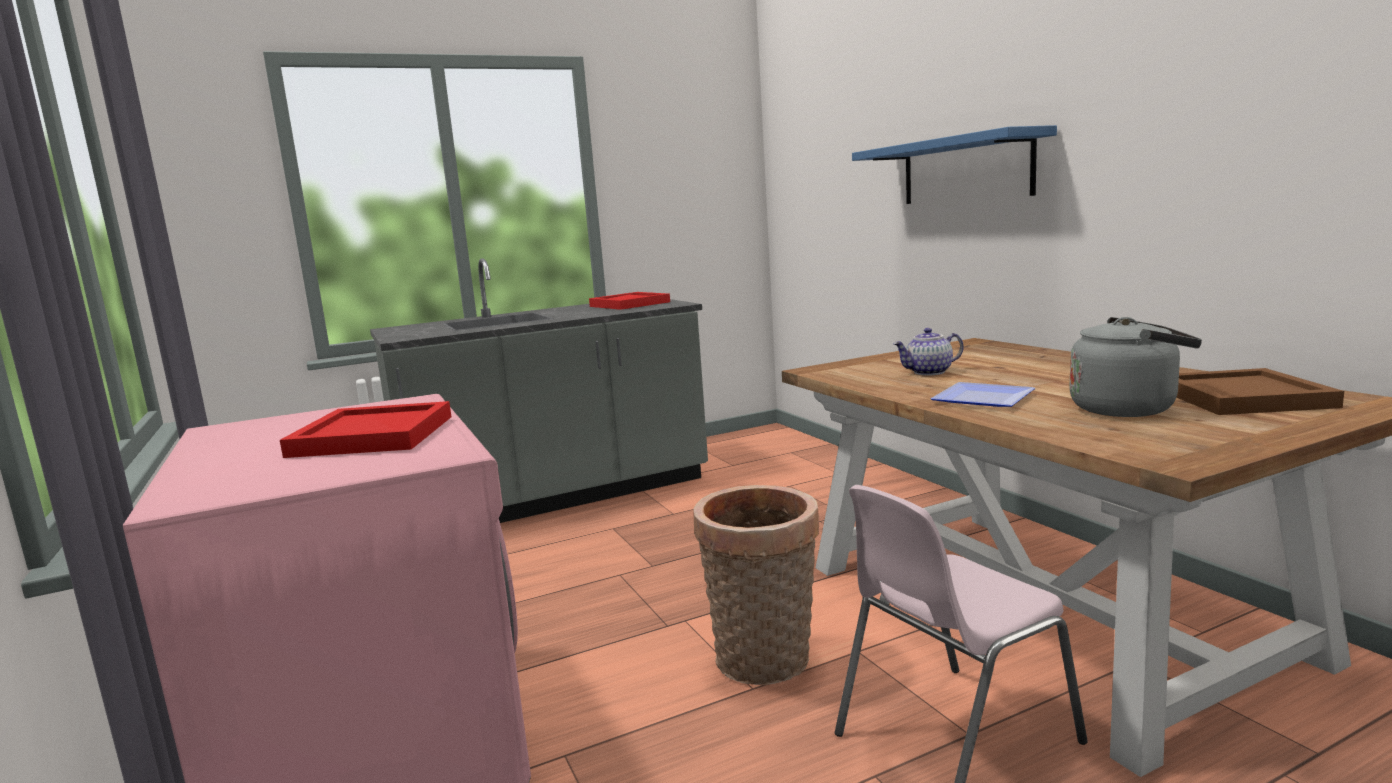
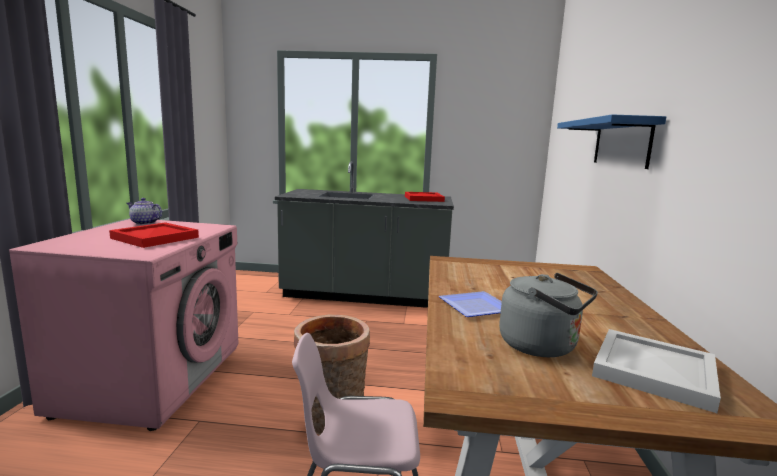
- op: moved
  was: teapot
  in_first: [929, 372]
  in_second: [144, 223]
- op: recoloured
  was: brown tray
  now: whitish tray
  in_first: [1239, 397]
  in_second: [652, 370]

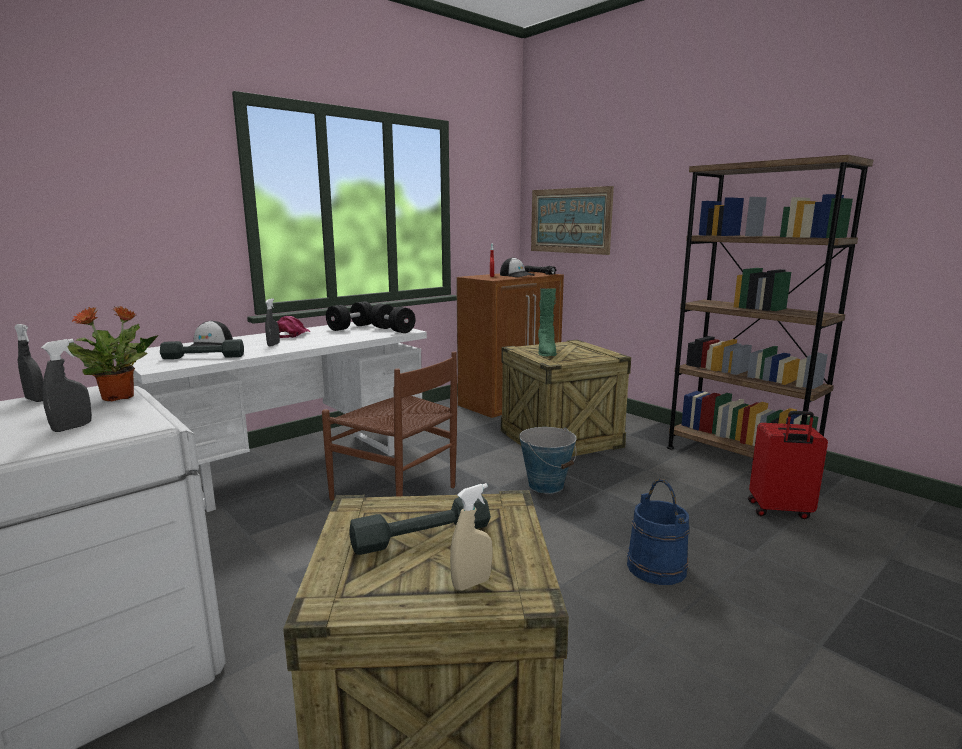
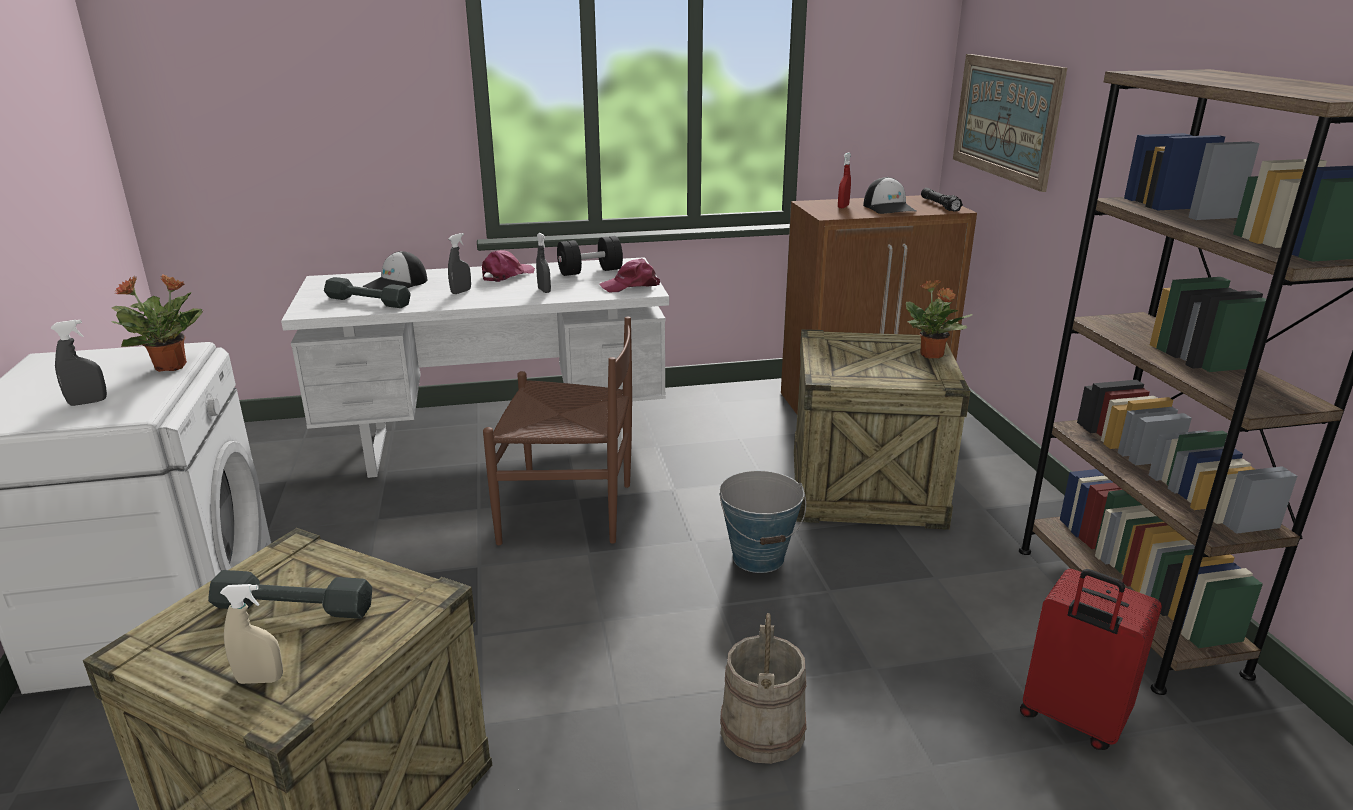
- op: turned
  was: brown plain chair
  in_first: [397, 492]
  in_second: [569, 511]
  clockwise: -60
- op: moved
  was: grey hand sprayer
  in_first: [36, 400]
  in_second: [544, 290]
- op: replaced
  was: black-coloured hand weight
  now: pink baseball cap
  in_first: [392, 330]
  in_second: [631, 286]
- op: recoloured
  was: blue-coloured bucket
  now: beige bucket
  in_first: [657, 567]
  in_second: [763, 730]
- op: added
  now: plant in a pot
  in_second: [932, 355]
- op: removed
  was: green boot
  in_first: [546, 352]

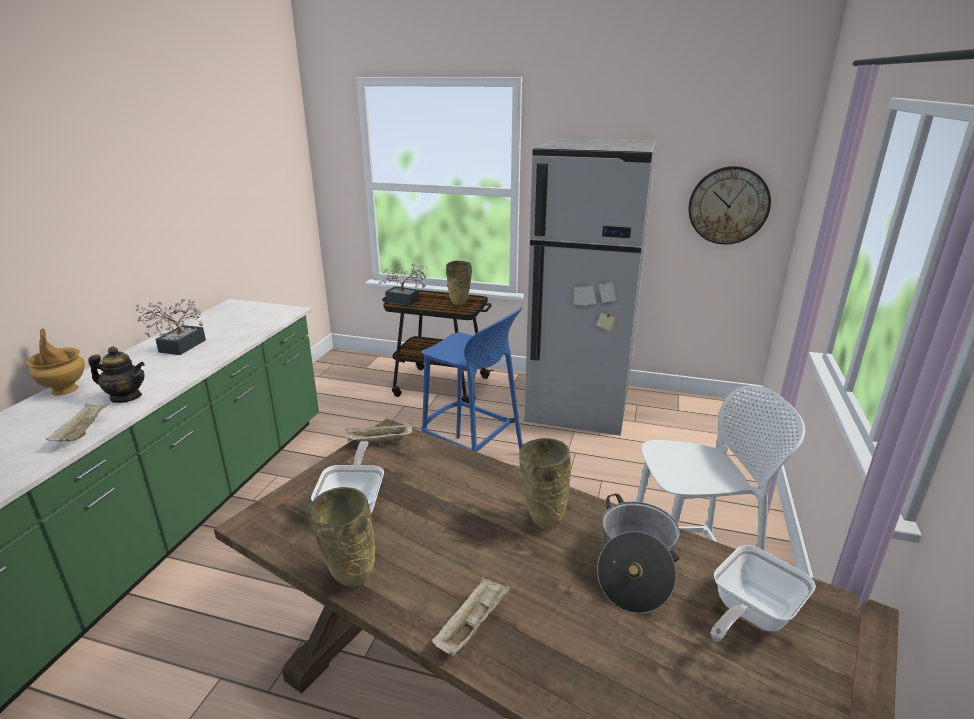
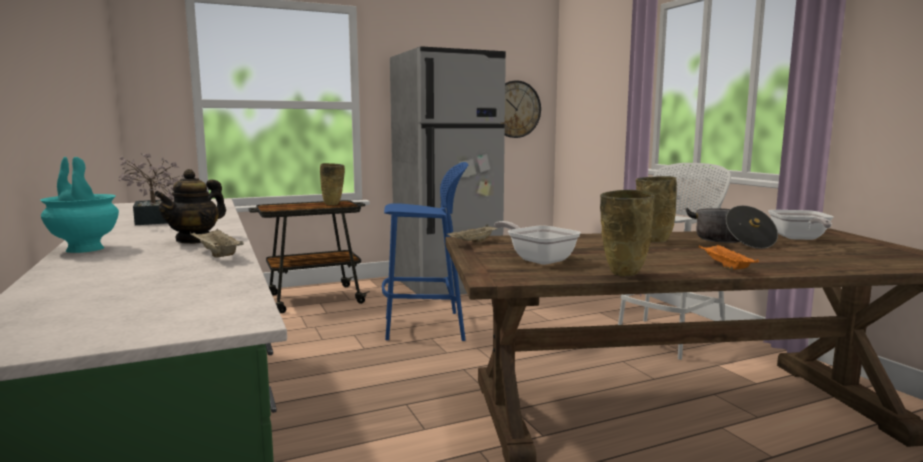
- op: recoloured
  was: brown decorative vase
  now: blue-green decorative vase
  in_first: [64, 389]
  in_second: [84, 249]
- op: turned
  was: teapot
  in_first: [126, 397]
  in_second: [195, 240]
  clockwise: 150
- op: recoloured
  was: beige tray
  now: orange-coloured tray
  in_first: [472, 625]
  in_second: [724, 266]
- op: removed
  was: plant in a pot
  in_first: [405, 301]

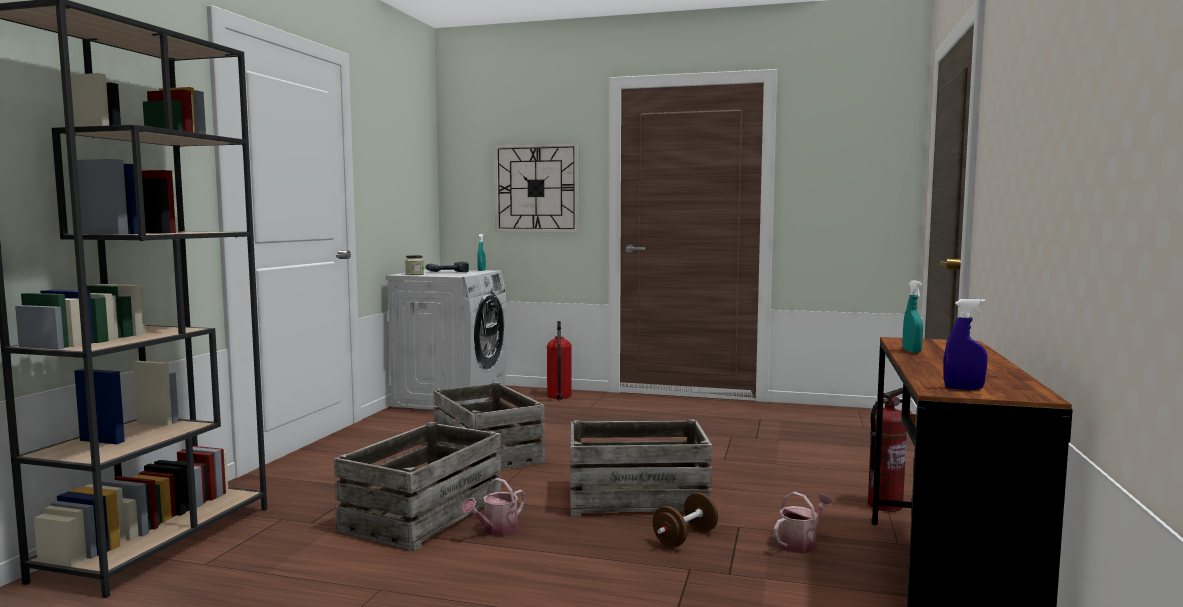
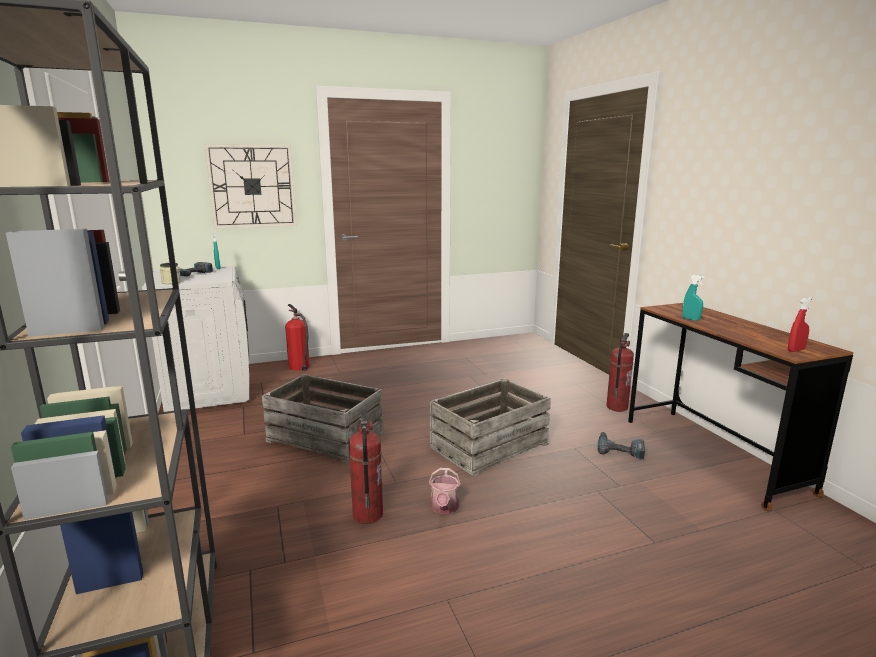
- op: replaced
  was: shipping crate
  now: fire-fighting cylinder
  in_first: [422, 514]
  in_second: [367, 515]
- op: replaced
  was: watering can
  now: electric drill
  in_first: [801, 543]
  in_second: [620, 449]
- op: recoloured
  was: blue-coloured hand sprayer
  now: red hand sprayer
  in_first: [963, 389]
  in_second: [796, 350]
- op: removed
  was: brown hand weight
  in_first: [685, 538]

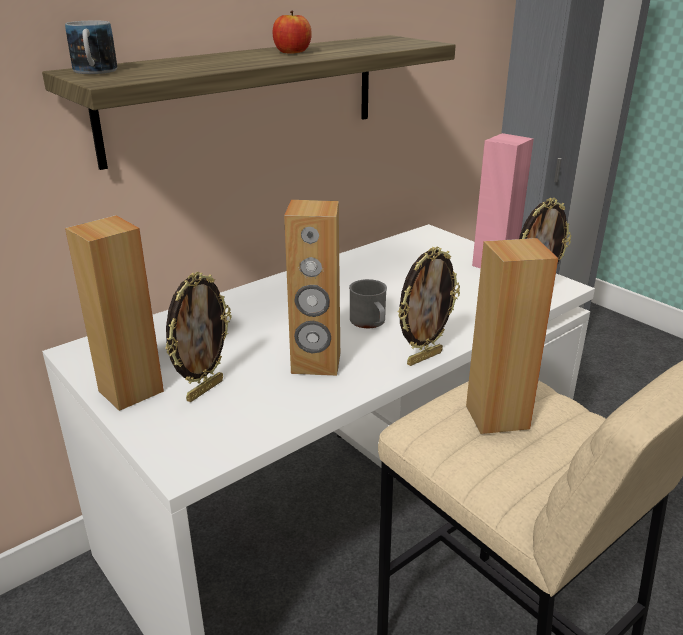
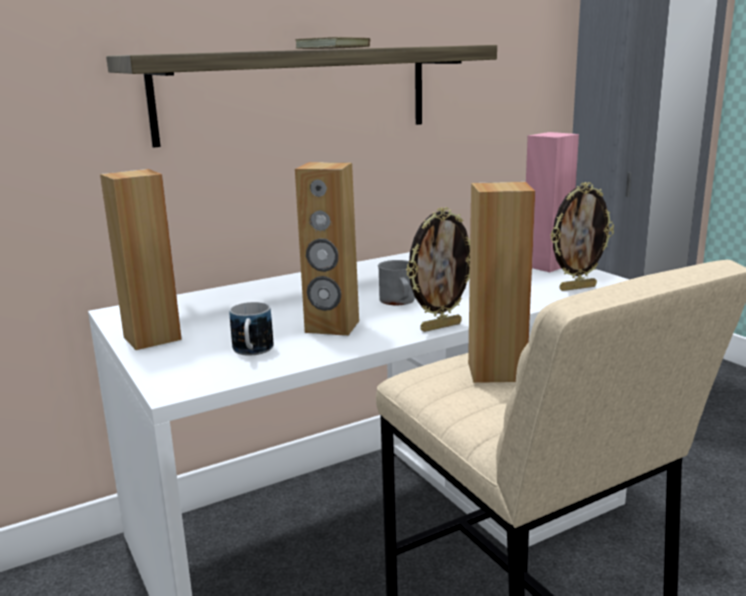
- op: moved
  was: tea mug
  in_first: [94, 72]
  in_second: [252, 351]
- op: replaced
  was: apple
  now: brown book
  in_first: [292, 52]
  in_second: [334, 48]
- op: removed
  was: standing frame
  in_first: [204, 390]

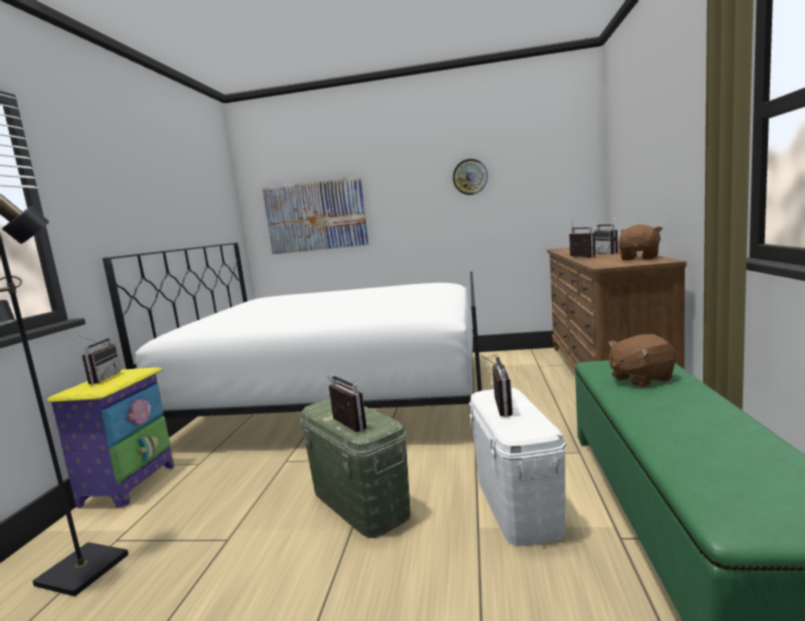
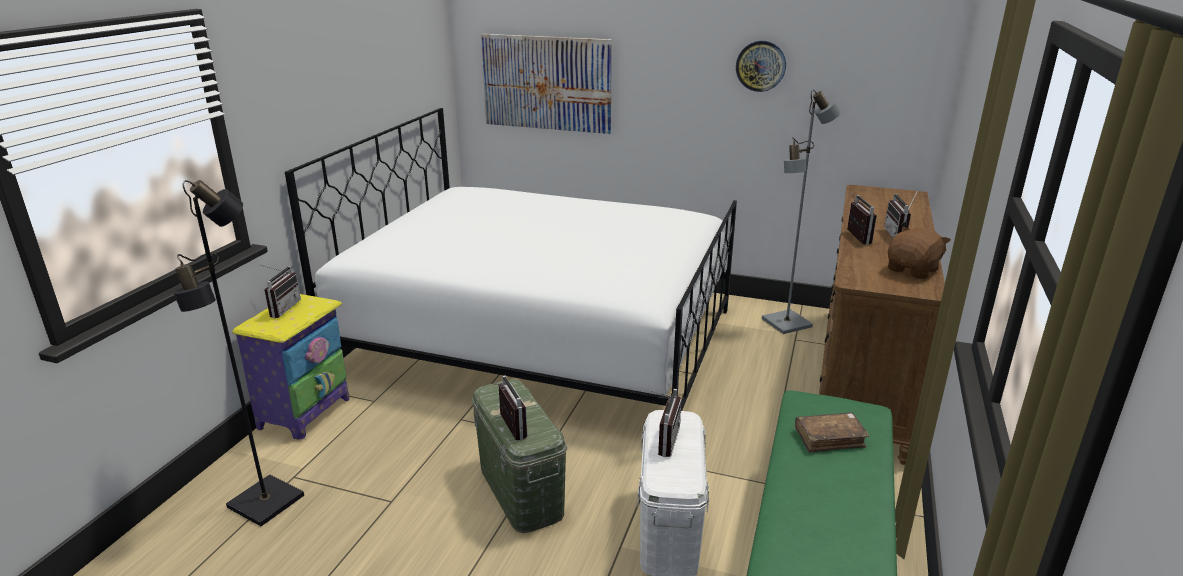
- op: added
  now: grey floor lamp
  in_second: [786, 323]
- op: replaced
  was: brown soft toy
  now: brown book
  in_first: [640, 379]
  in_second: [829, 438]

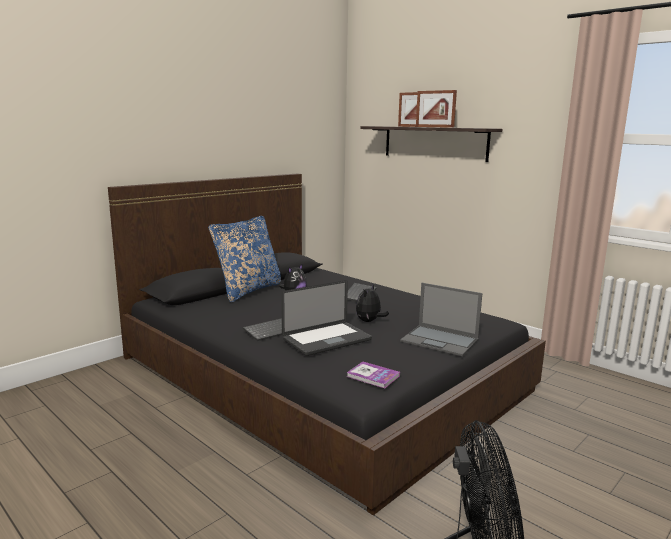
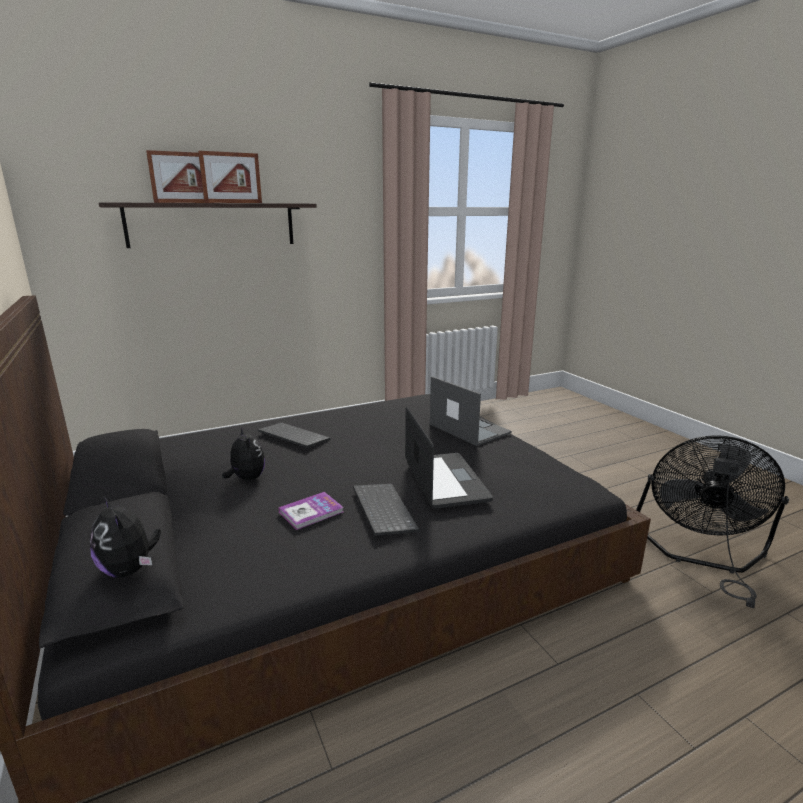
- op: moved
  was: soft toy
  in_first: [369, 321]
  in_second: [130, 570]
- op: moved
  was: book
  in_first: [373, 376]
  in_second: [311, 512]
- op: turned
  was: notebook computer
  in_first: [440, 341]
  in_second: [468, 428]
  clockwise: -90
- op: removed
  was: blue-coloured throw pillow
  in_first: [249, 291]

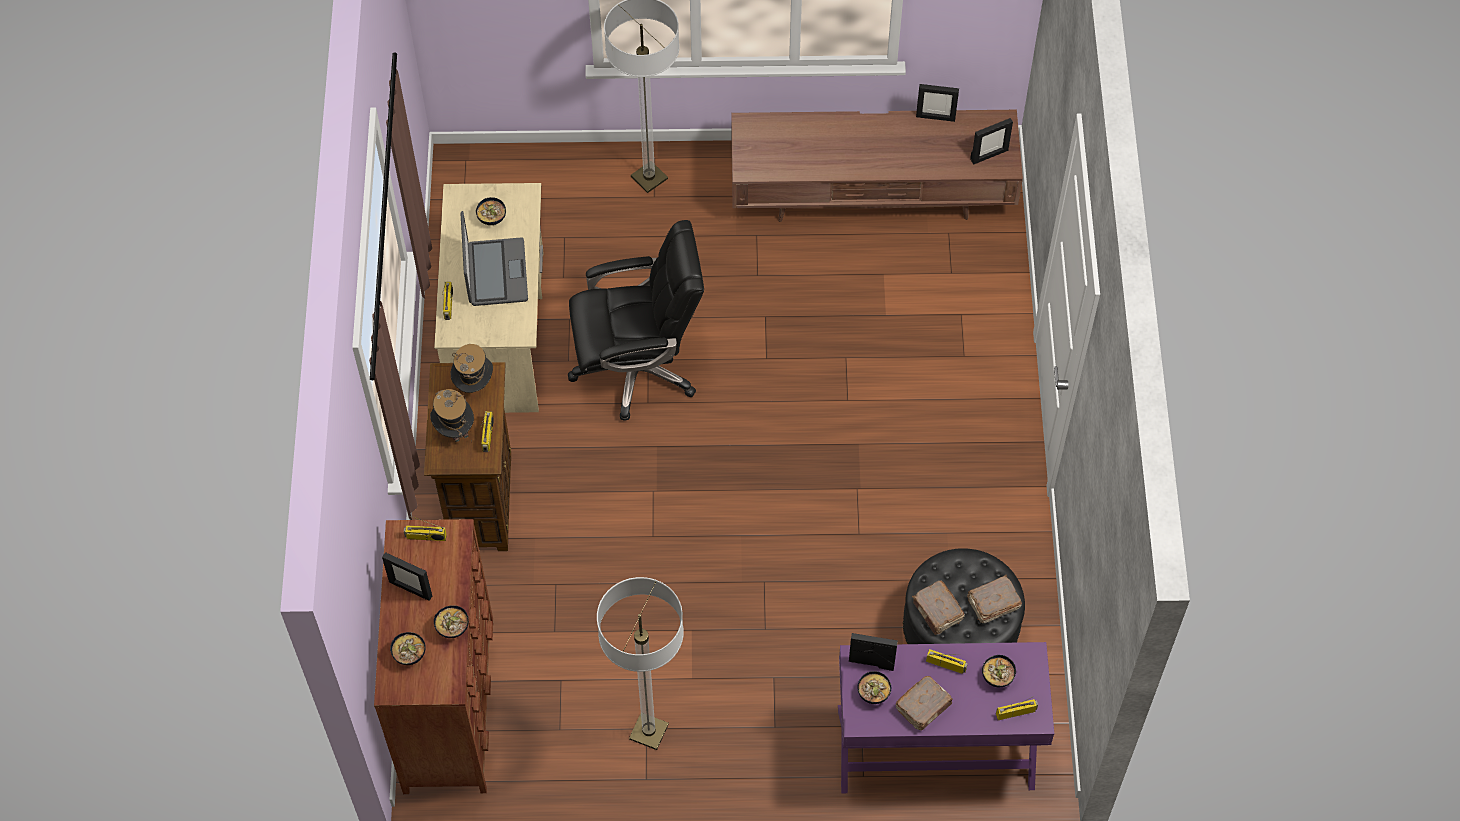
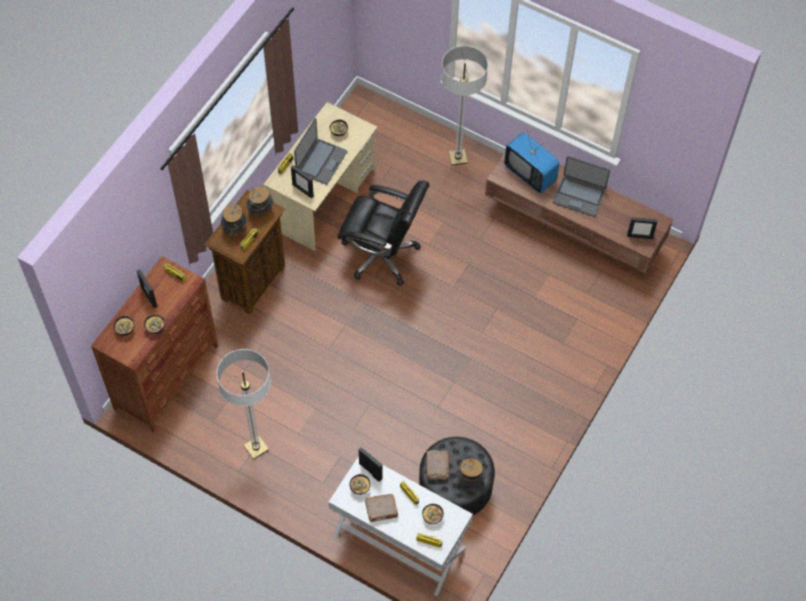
- op: moved
  was: standing frame
  in_first: [935, 116]
  in_second: [303, 190]
- op: recoloured
  was: purplish console table
  now: whitish console table
  in_first: [935, 748]
  in_second: [399, 543]
- op: replaced
  was: brown book
  now: hat
  in_first: [992, 604]
  in_second: [470, 480]
- op: added
  now: TV set
  in_second: [530, 174]
- op: added
  now: notebook computer
  in_second: [579, 196]

